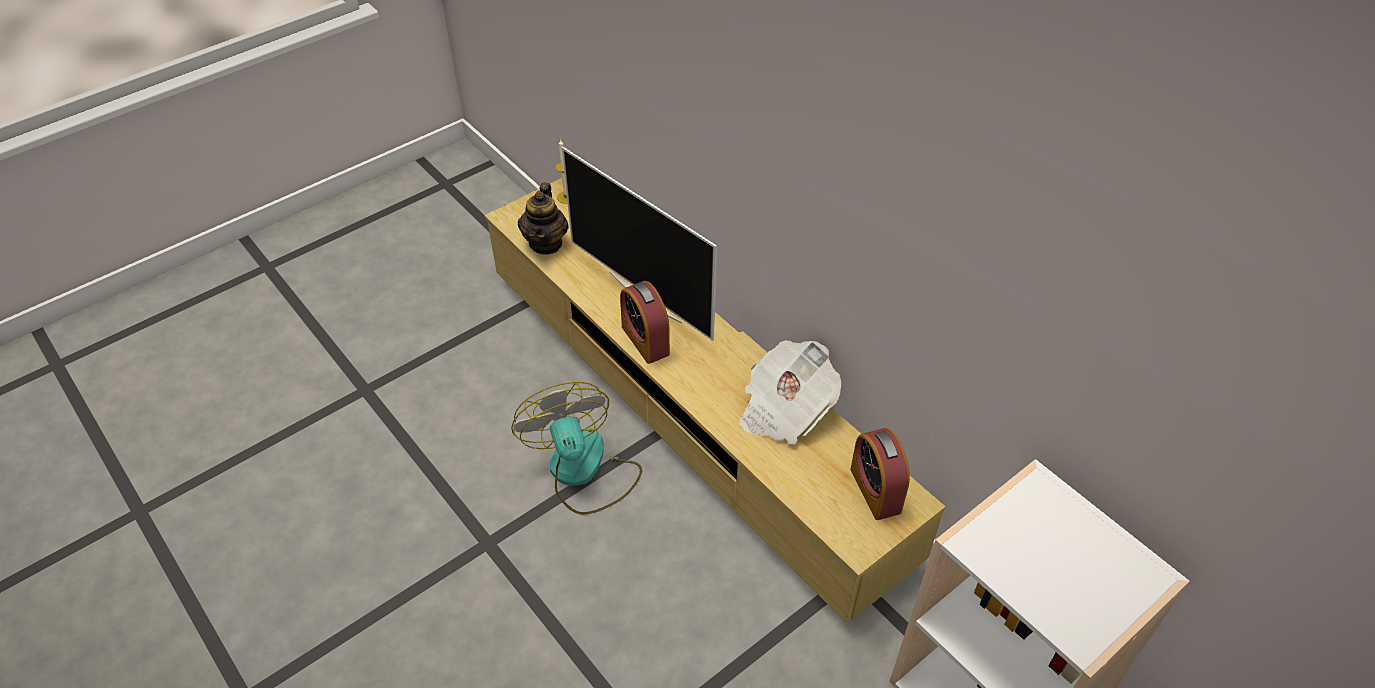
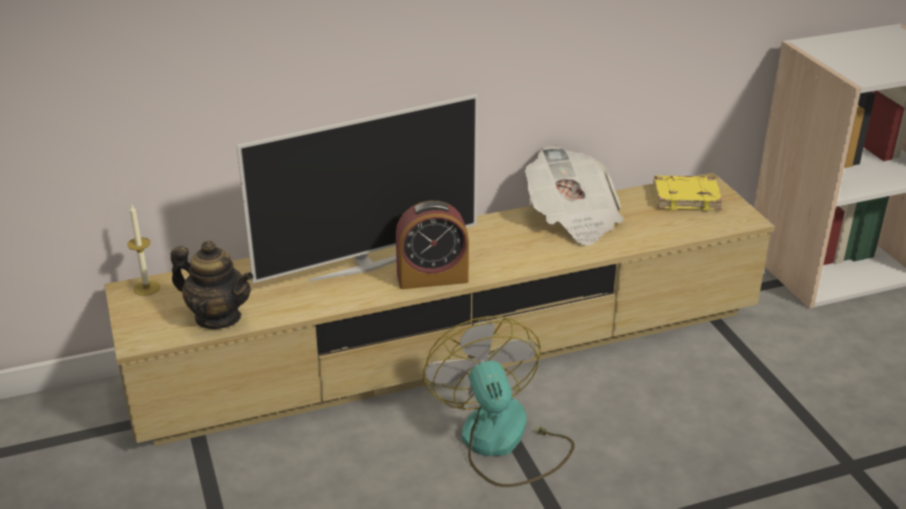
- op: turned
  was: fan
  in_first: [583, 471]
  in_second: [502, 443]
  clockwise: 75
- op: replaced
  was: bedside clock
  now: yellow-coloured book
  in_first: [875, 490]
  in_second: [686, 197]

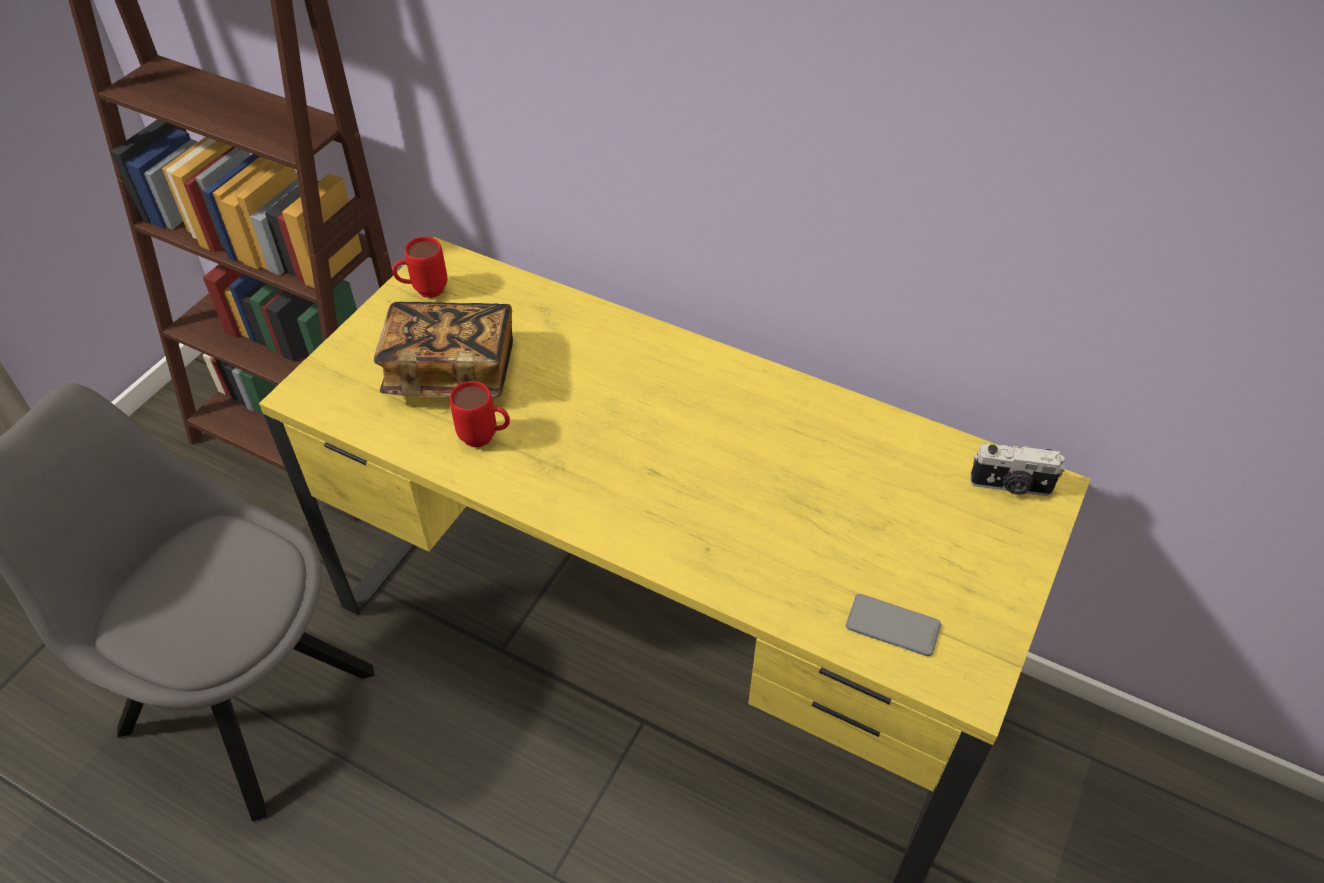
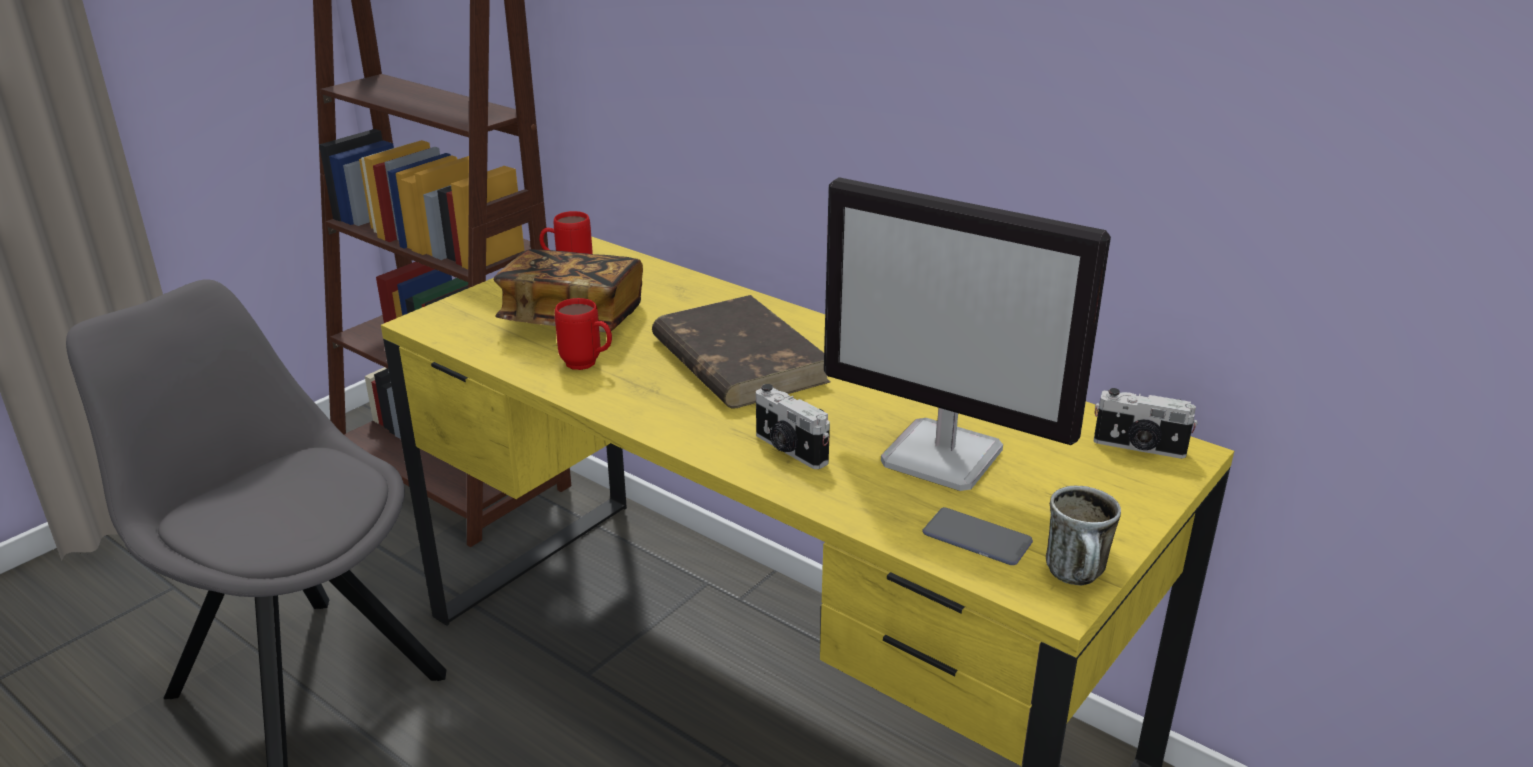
- op: added
  now: brown book
  in_second: [737, 360]
- op: added
  now: still camera
  in_second: [789, 450]
- op: added
  now: computer screen
  in_second: [944, 457]
- op: added
  now: tea mug
  in_second: [1079, 578]

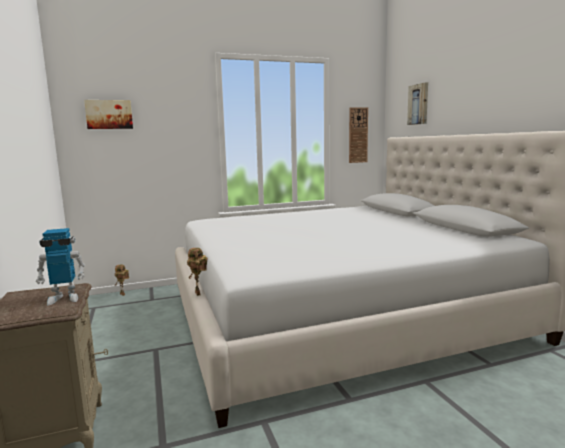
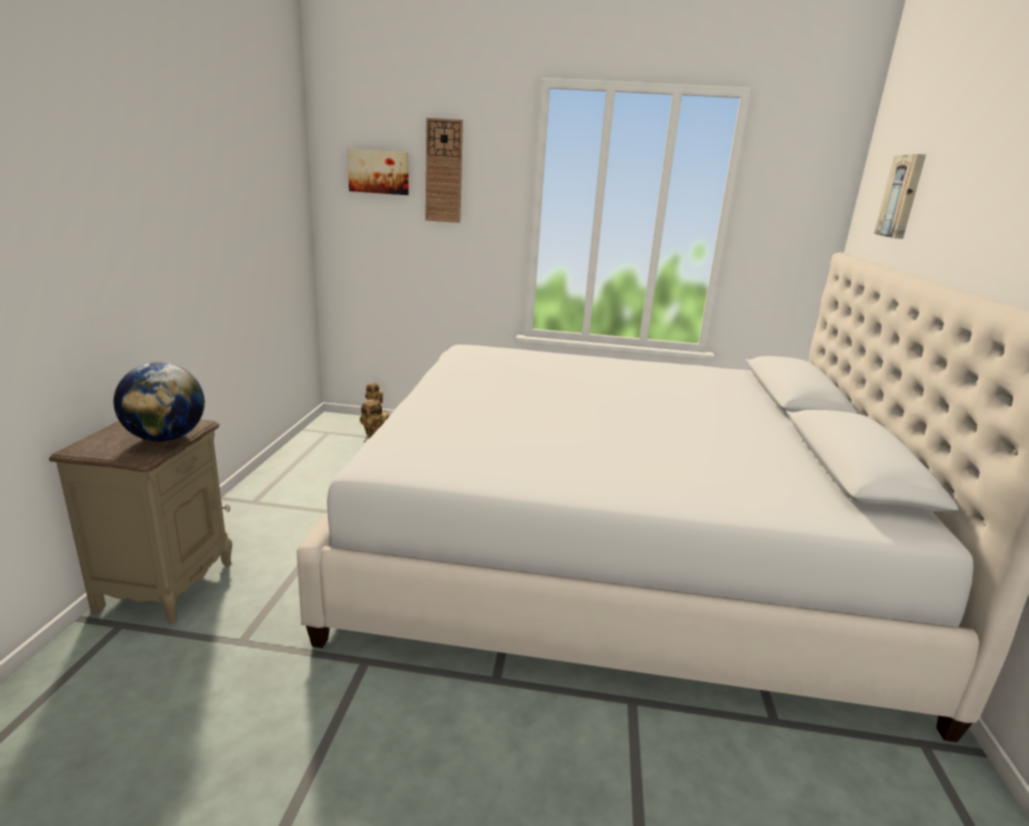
- op: replaced
  was: model robot
  now: world globe
  in_first: [64, 298]
  in_second: [166, 438]
- op: moved
  was: hanging clock
  in_first: [358, 135]
  in_second: [444, 171]

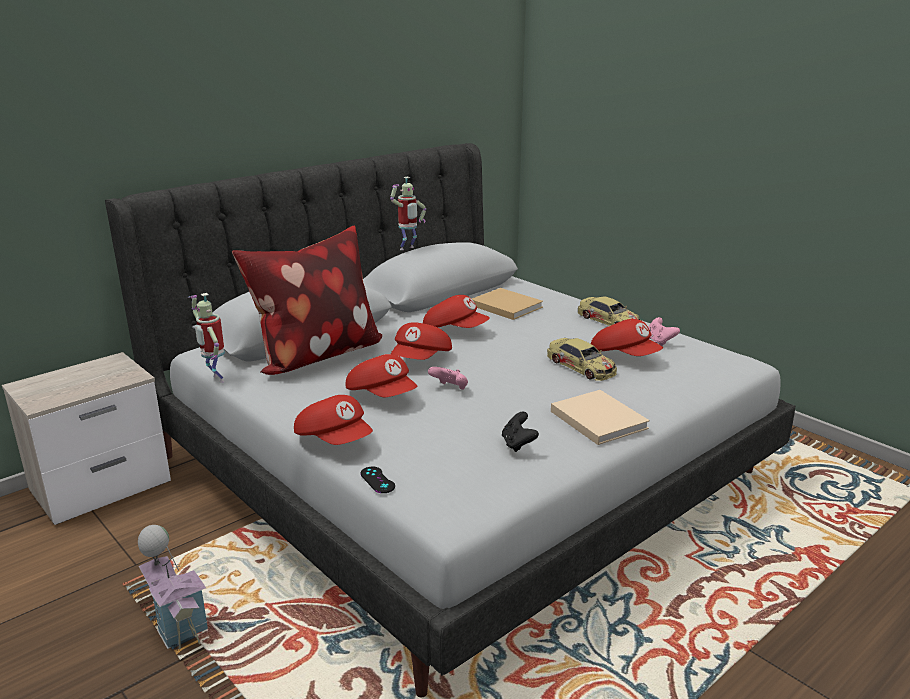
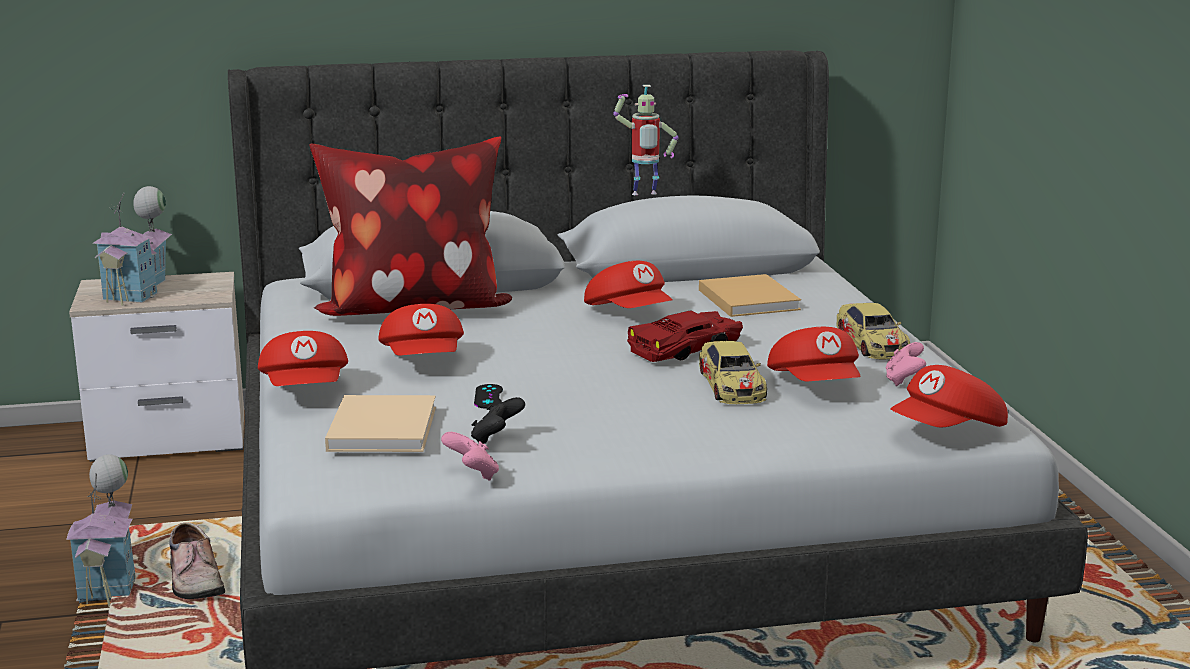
- op: added
  now: model house
  in_second: [140, 290]
- op: added
  now: shoe
  in_second: [193, 580]
- op: moved
  was: beige book
  in_first: [596, 418]
  in_second: [383, 427]
- op: moved
  was: pink gamepad
  in_first: [450, 389]
  in_second: [472, 475]
- op: moved
  was: black-coloured gamepad
  in_first: [377, 480]
  in_second: [488, 397]
- op: added
  now: red toy car
  in_second: [686, 349]
- op: moved
  was: red baseball cap
  in_first: [421, 360]
  in_second: [948, 432]
- op: removed
  was: model robot
  in_first: [215, 379]

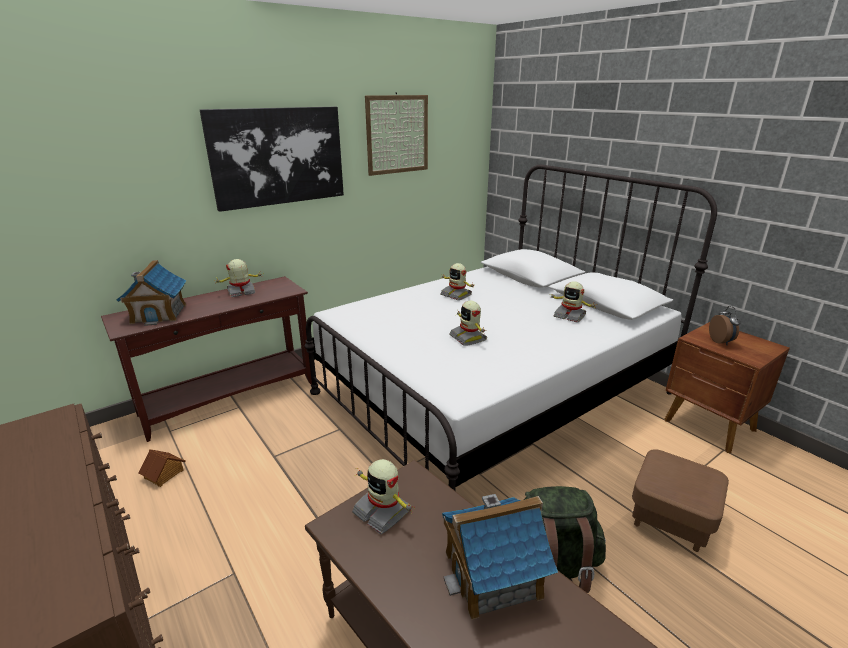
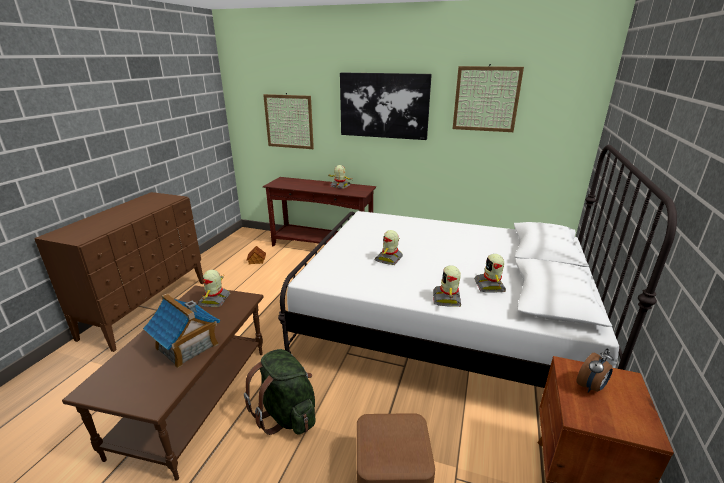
- op: added
  now: picture
  in_second: [289, 120]
- op: moved
  was: model robot
  in_first: [456, 295]
  in_second: [447, 299]
- op: removed
  was: model house
  in_first: [159, 313]

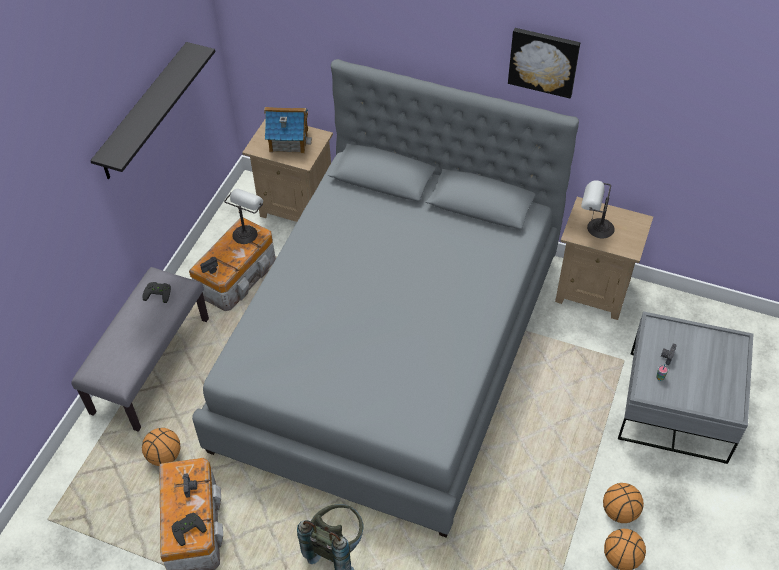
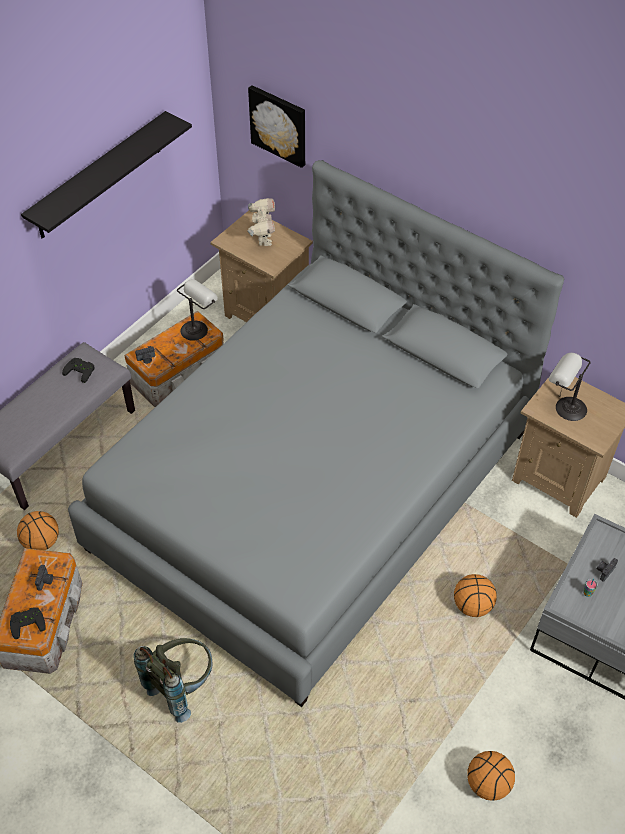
- op: replaced
  was: model house
  now: model robot
  in_first: [288, 140]
  in_second: [263, 239]
- op: moved
  was: picture
  in_first: [544, 61]
  in_second: [279, 125]
- op: moved
  was: basketball
  in_first: [620, 511]
  in_second: [473, 605]

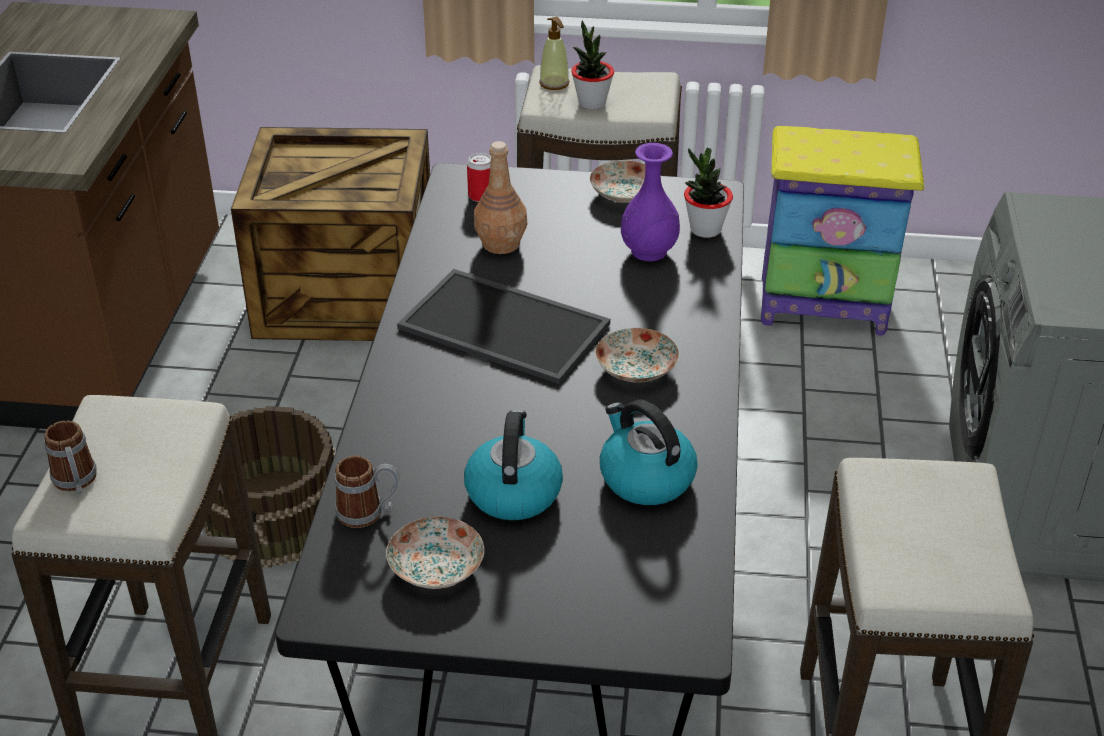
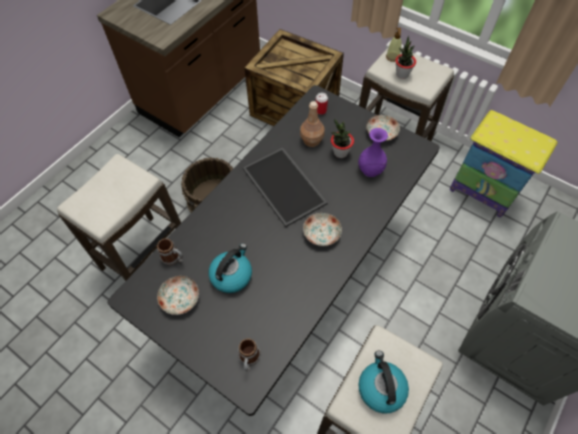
- op: moved
  was: tea mug
  in_first: [76, 483]
  in_second: [249, 359]
- op: moved
  was: plant in a pot
  in_first: [705, 230]
  in_second: [340, 152]
- op: moved
  was: water kettle
  in_first: [645, 478]
  in_second: [381, 388]

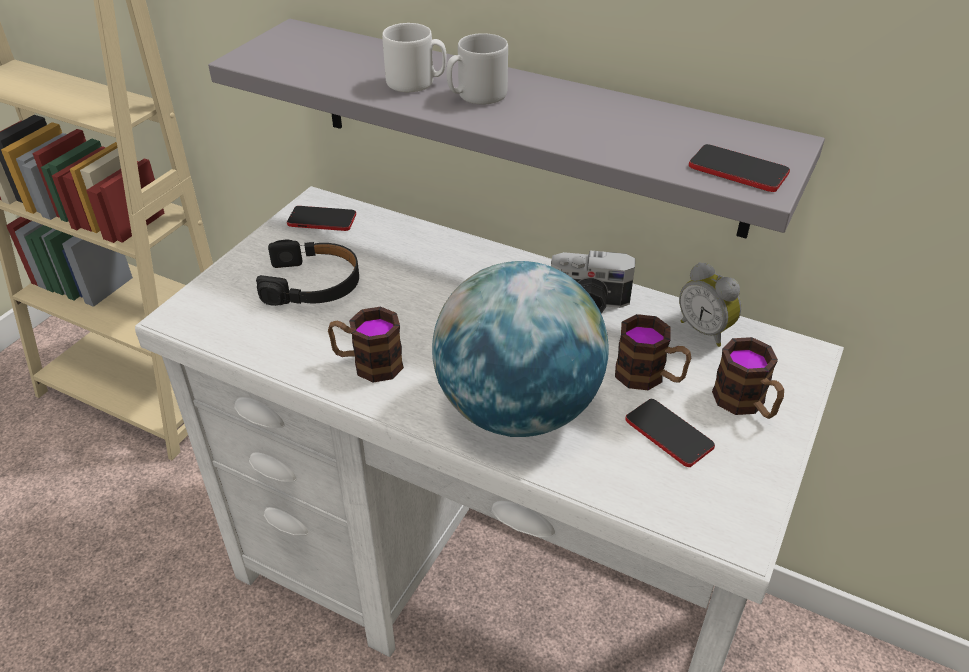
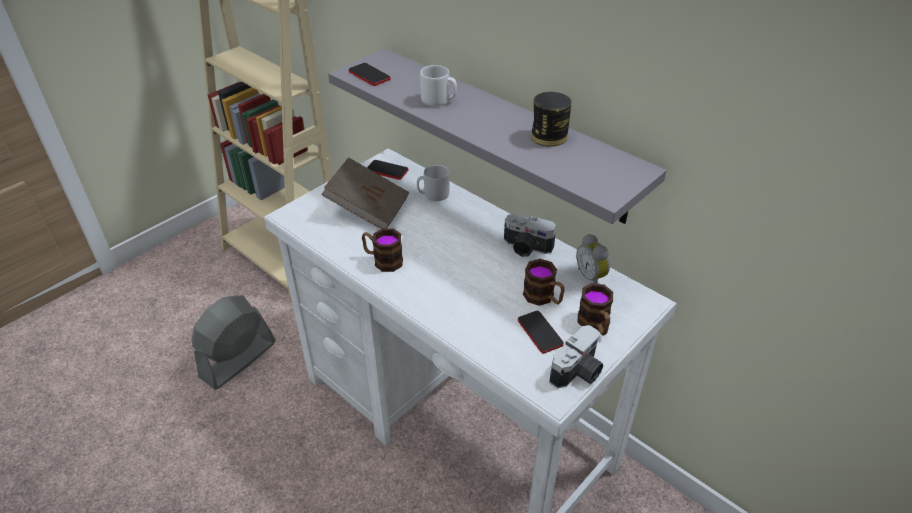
- op: added
  now: grey fan
  in_second: [237, 360]
- op: replaced
  was: black-coloured headphones
  now: brown book
  in_first: [312, 284]
  in_second: [368, 208]
- op: moved
  was: handset
  in_first: [738, 170]
  in_second: [369, 75]
- op: moved
  was: grey tea mug
  in_first: [476, 95]
  in_second: [433, 194]
- op: added
  now: sealed can
  in_second: [549, 136]
- op: added
  now: still camera
  in_second: [578, 372]
- op: removed
  was: world globe
  in_first: [517, 409]

